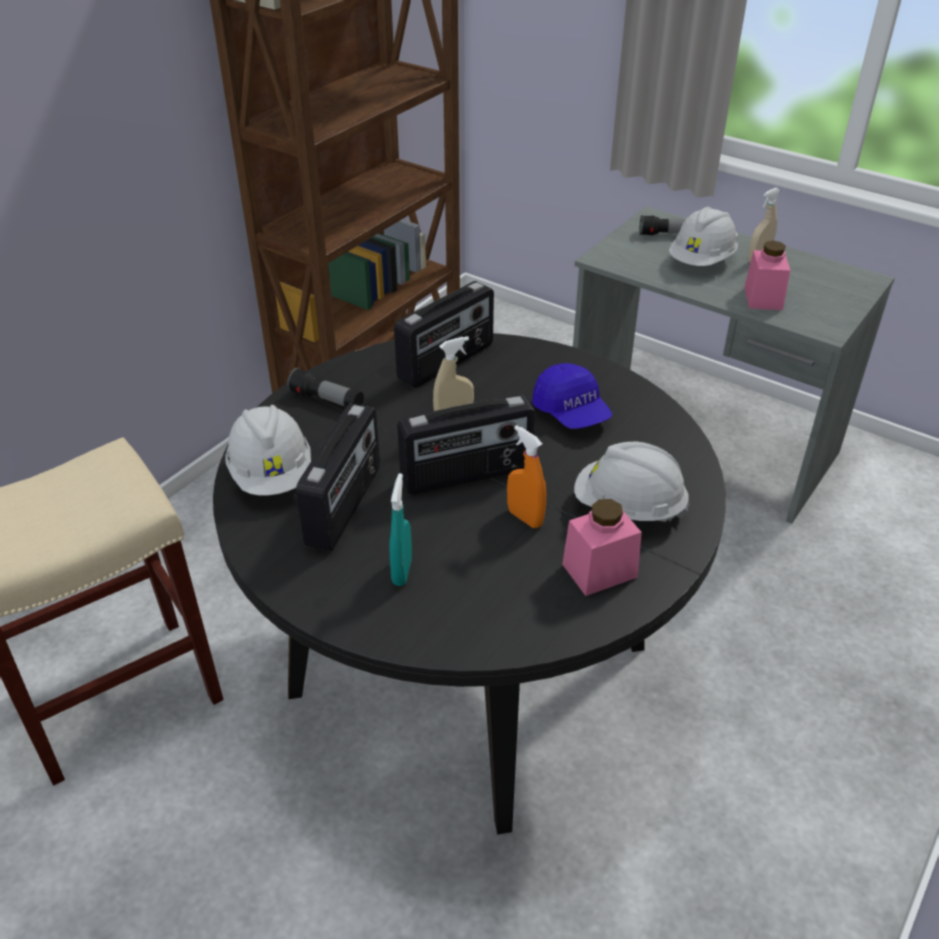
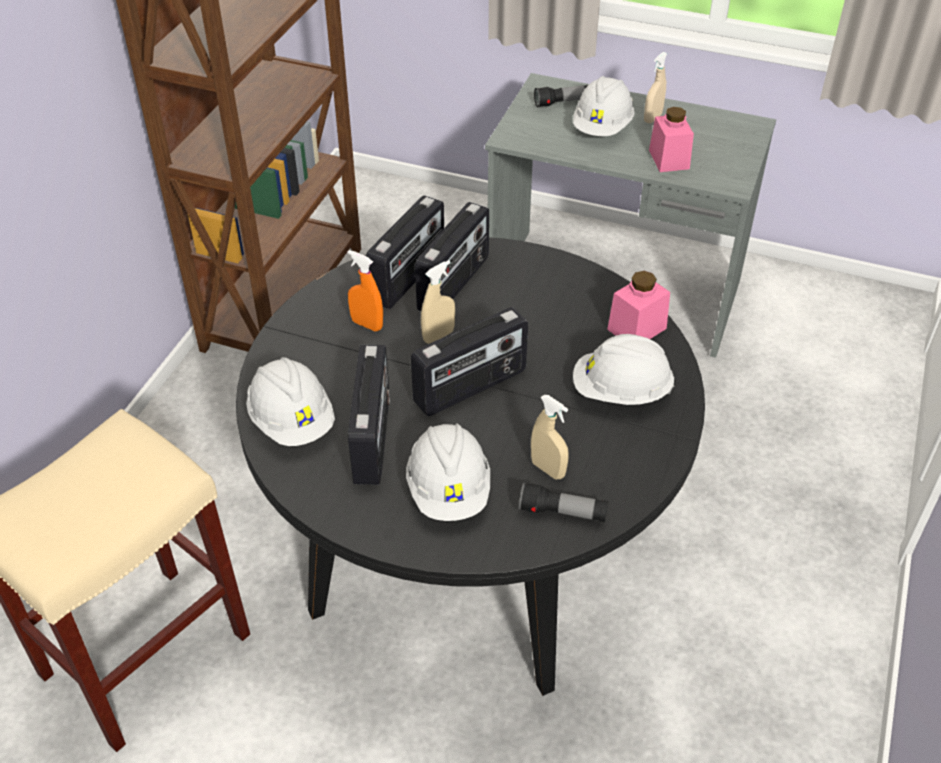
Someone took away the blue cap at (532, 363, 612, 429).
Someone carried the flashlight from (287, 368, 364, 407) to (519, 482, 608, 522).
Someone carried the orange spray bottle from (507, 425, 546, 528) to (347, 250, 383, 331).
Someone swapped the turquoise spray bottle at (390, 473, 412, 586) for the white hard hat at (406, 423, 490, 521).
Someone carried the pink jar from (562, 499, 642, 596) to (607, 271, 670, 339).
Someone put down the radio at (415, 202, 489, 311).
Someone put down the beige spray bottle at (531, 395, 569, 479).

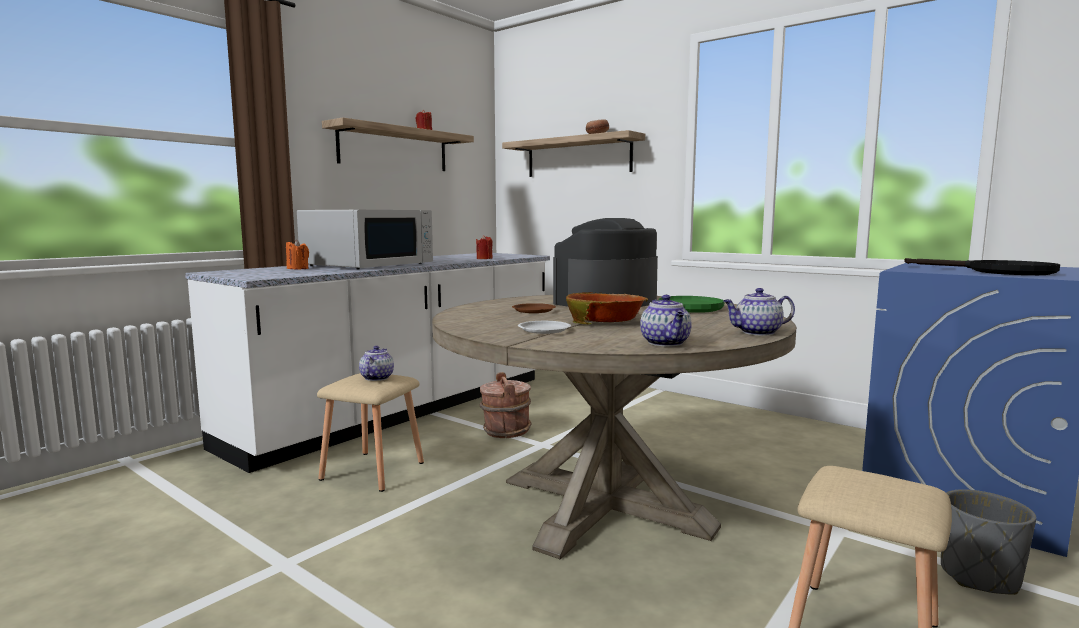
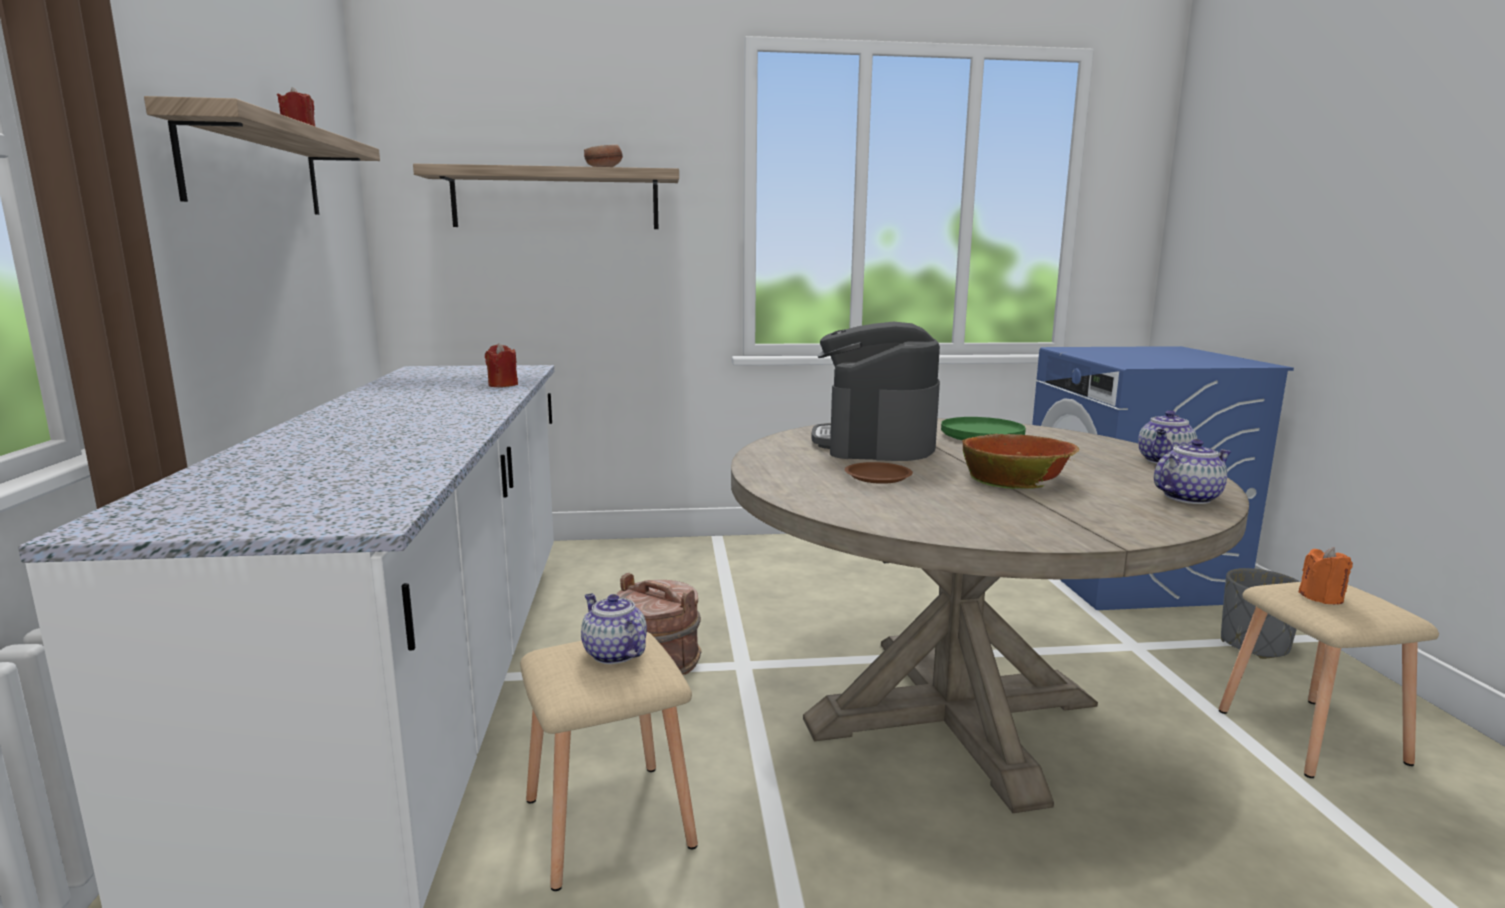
Someone took away the white microwave at (297, 210, 433, 269).
Someone carried the orange candle from (286, 240, 309, 269) to (1299, 547, 1353, 604).
Someone took away the black frying pan at (904, 258, 1060, 275).
Someone rotated the teapot at (640, 295, 692, 347) by 60 degrees counterclockwise.
Someone took away the white plate at (518, 321, 571, 334).

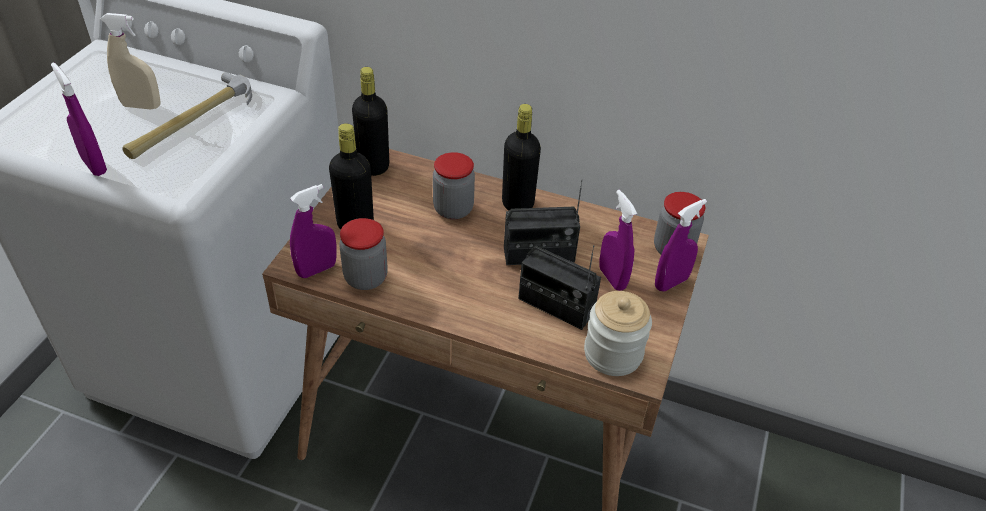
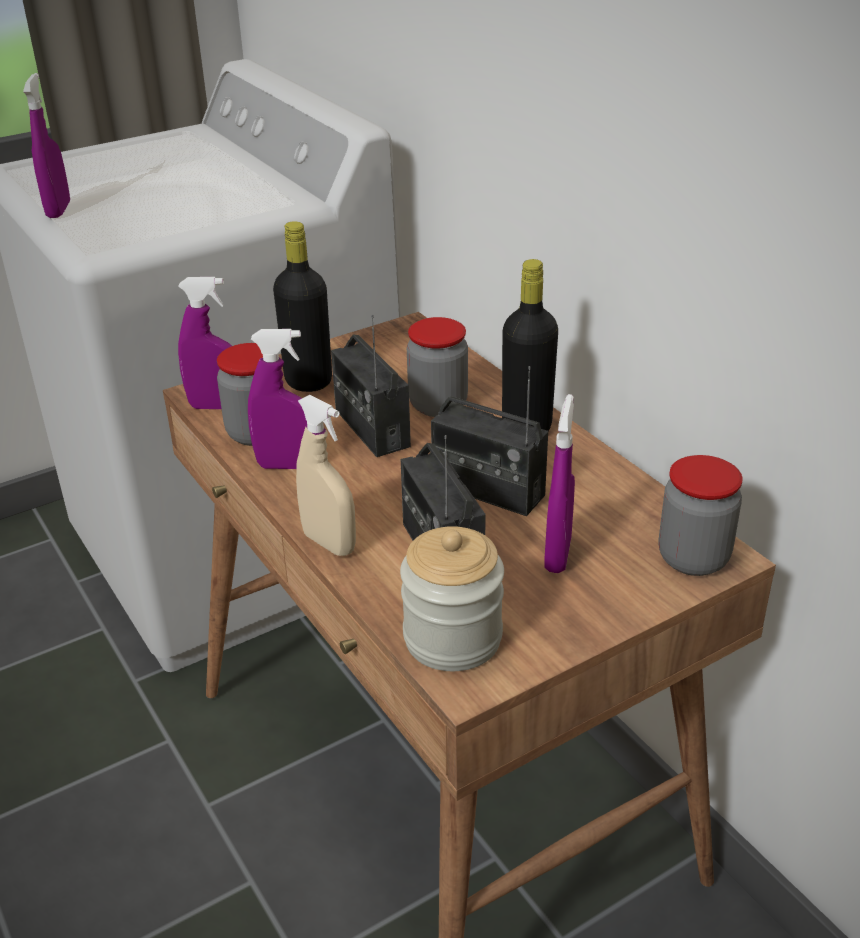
Someone carried the beige spray bottle from (100, 13, 161, 110) to (296, 395, 356, 556).
Someone took away the black bottle at (352, 67, 389, 176).
Someone took away the hammer at (122, 72, 252, 159).
Someone carried the purple spray bottle from (655, 199, 707, 291) to (248, 329, 307, 469).
Someone put down the radio at (331, 315, 411, 457).

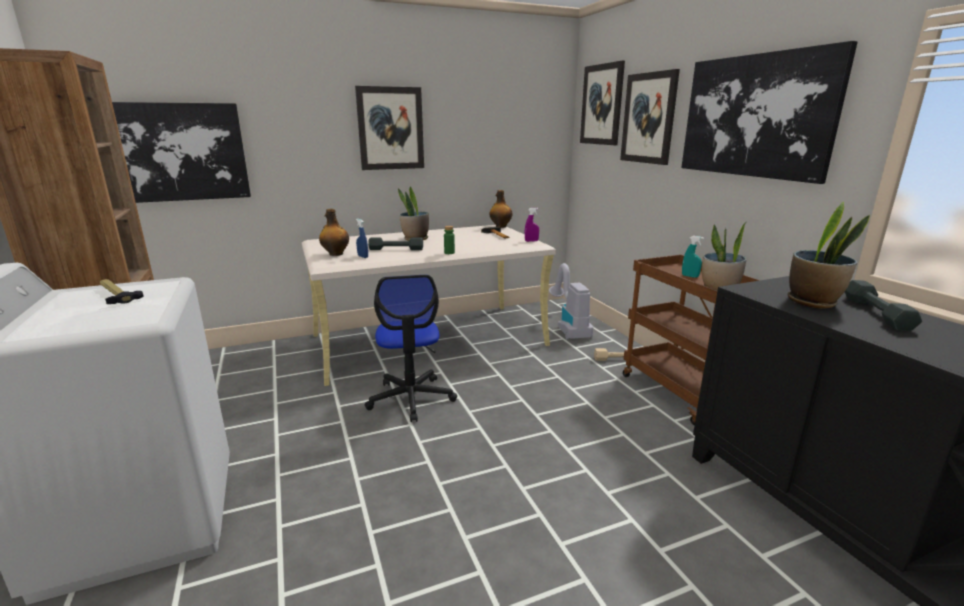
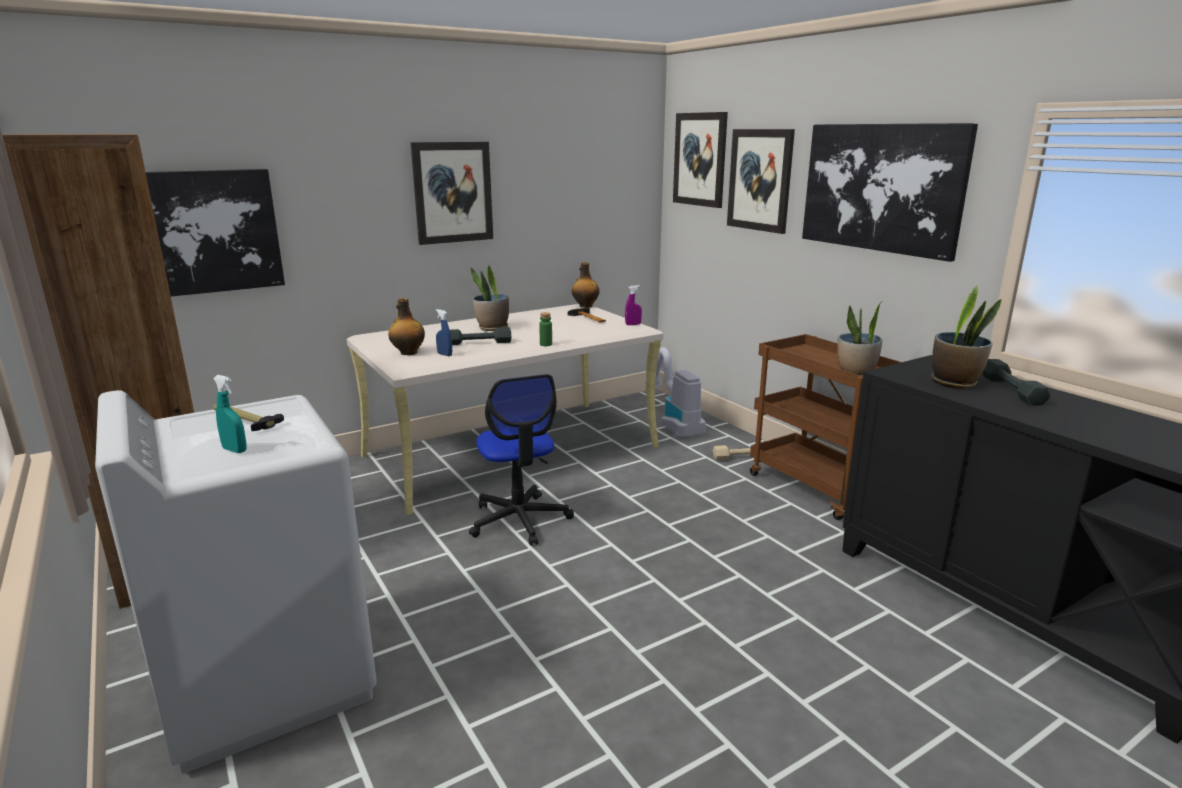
Someone carried the turquoise spray bottle from (682, 236, 703, 278) to (213, 375, 246, 453).

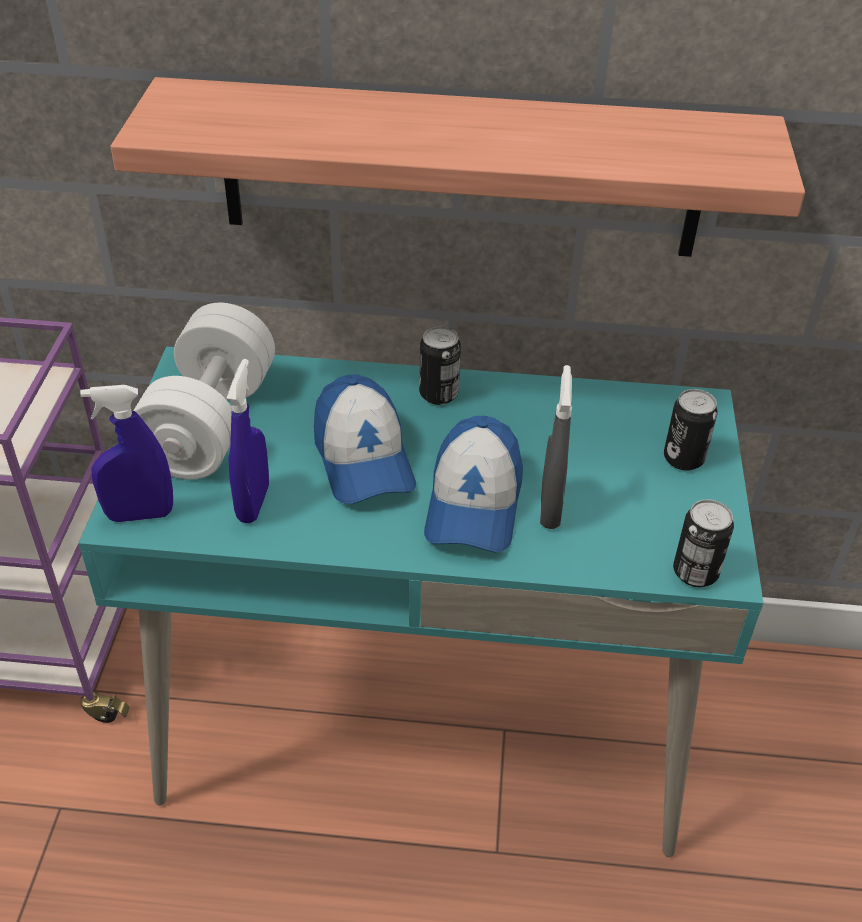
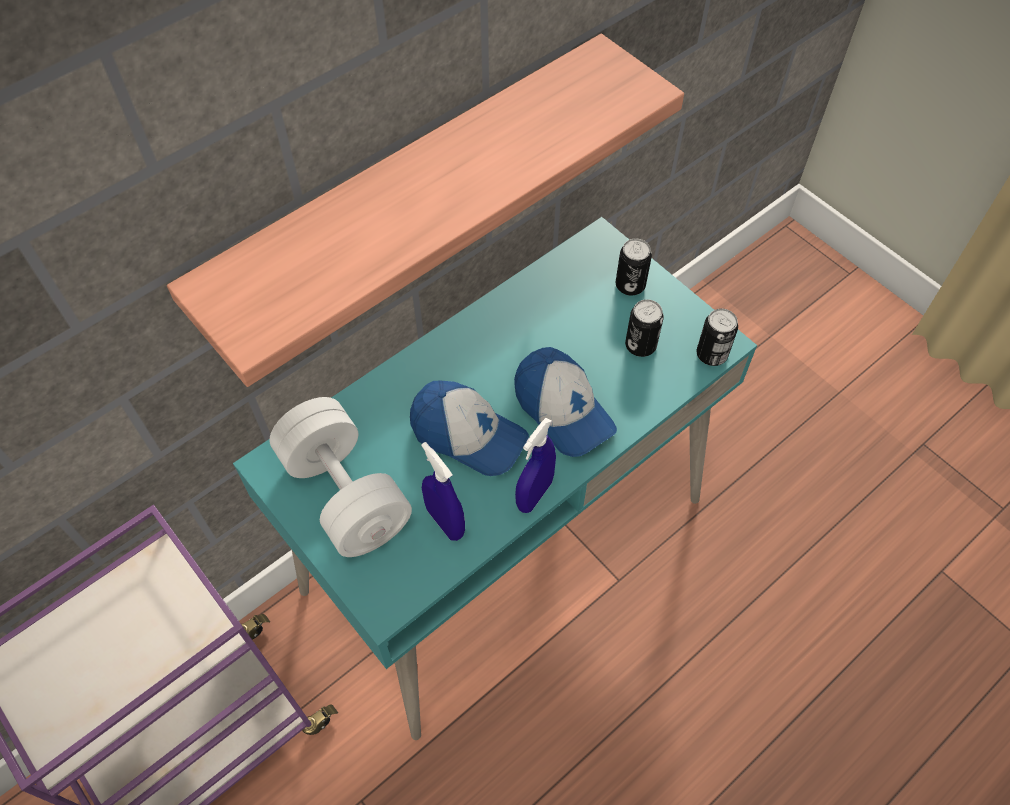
Someone carried the can from (419, 326, 461, 405) to (625, 299, 664, 357).
Someone took away the grey spray bottle at (540, 365, 572, 529).
Someone carried the blue spray bottle from (80, 385, 173, 522) to (515, 418, 556, 513).

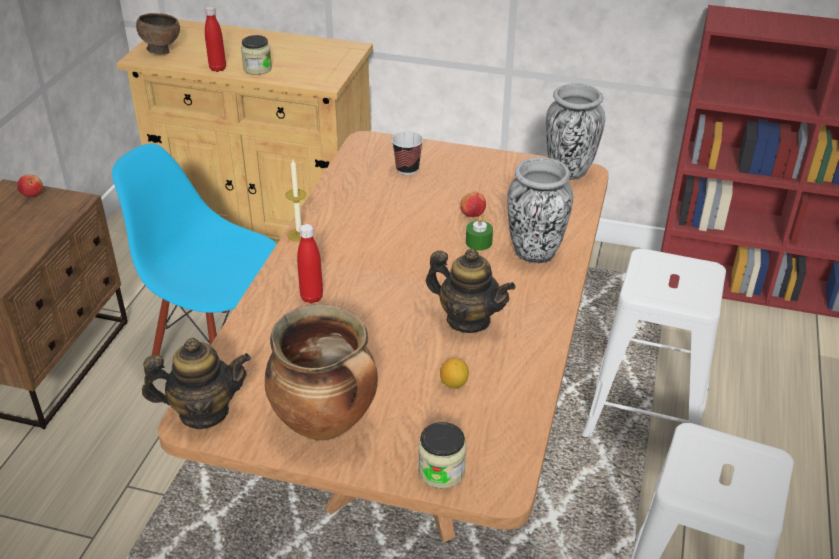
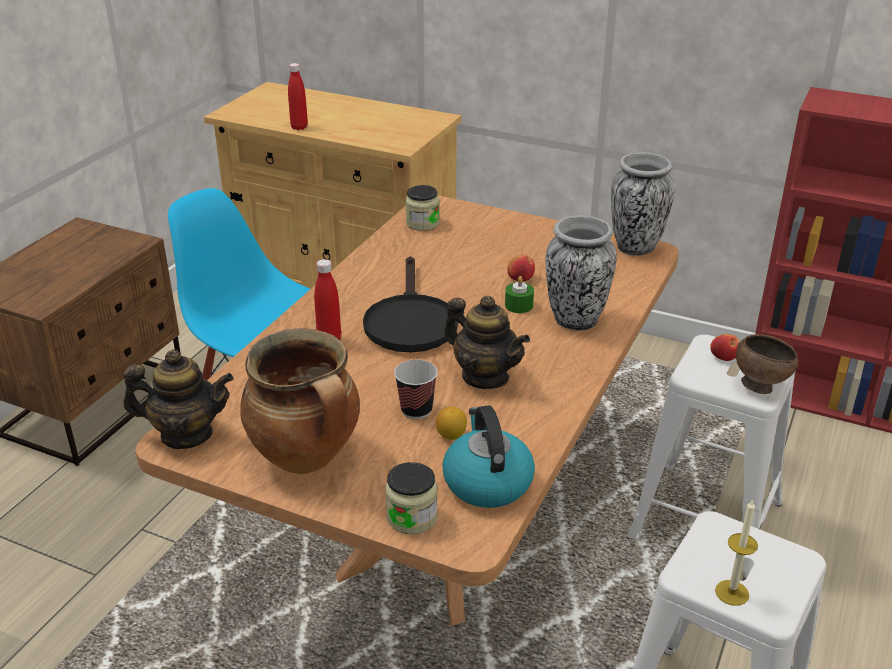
Someone carried the brown bowl from (136, 13, 180, 54) to (736, 334, 798, 394).
Someone carried the jar from (241, 35, 272, 75) to (405, 185, 439, 231).
Someone carried the cup from (392, 131, 423, 175) to (394, 360, 438, 419).
Someone carried the candle from (286, 160, 306, 242) to (715, 499, 758, 606).
Someone carried the apple from (17, 174, 43, 197) to (710, 334, 740, 361).
Someone put down the black frying pan at (363, 256, 458, 352).
Someone put down the kettle at (442, 406, 535, 508).

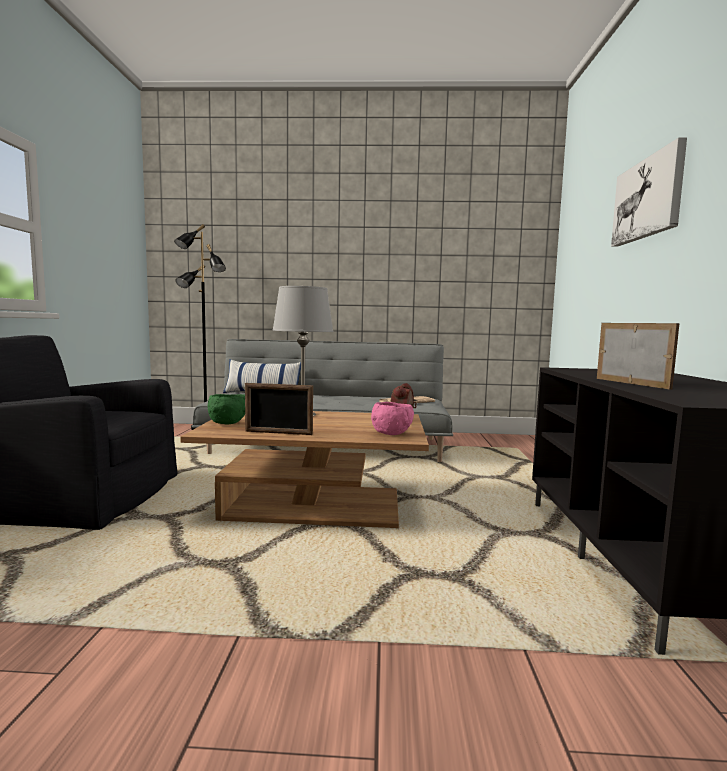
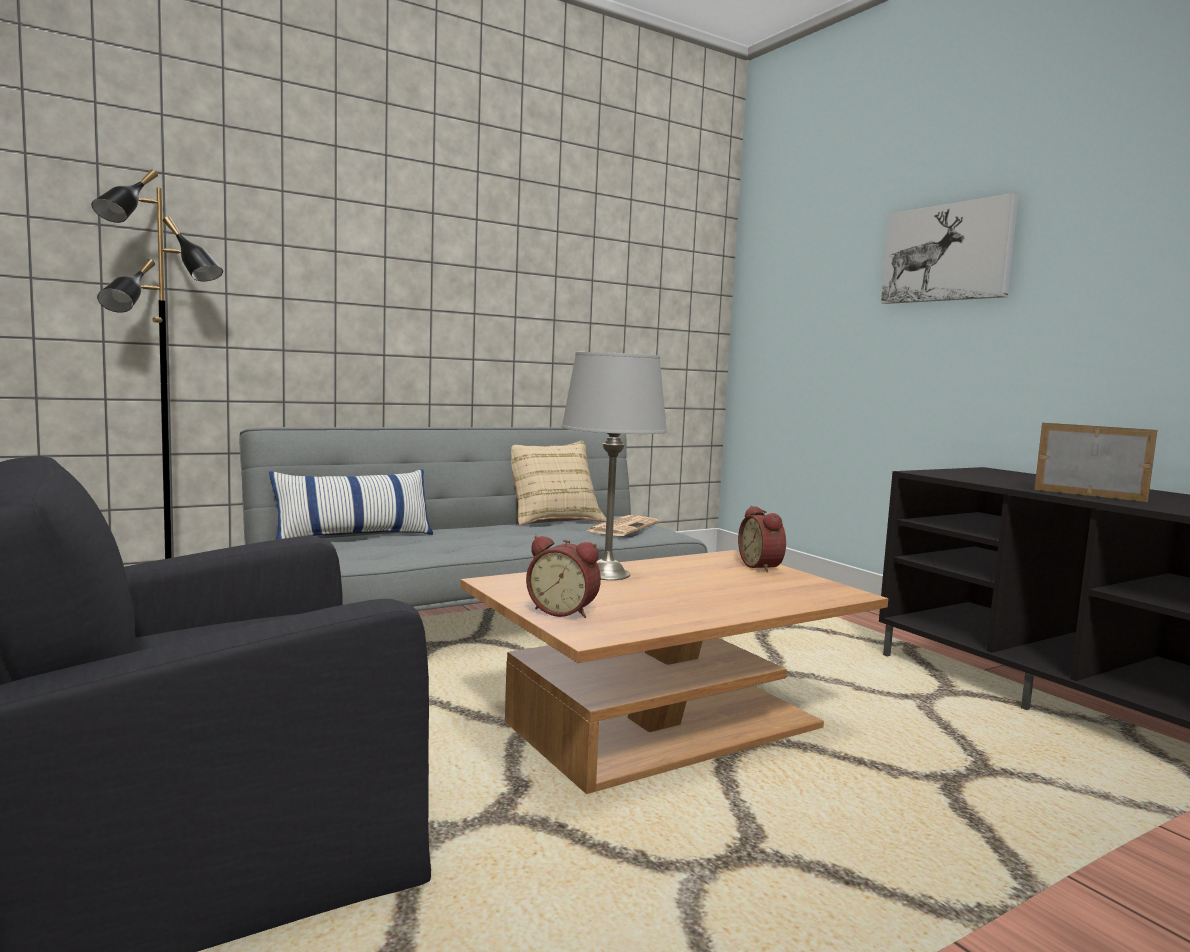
Someone took away the picture frame at (245, 383, 313, 435).
Someone swapped the green bowl at (208, 394, 245, 424) for the alarm clock at (526, 536, 601, 618).
Someone took away the pink bowl at (371, 402, 414, 435).
Someone put down the beige pillow at (511, 441, 606, 526).

